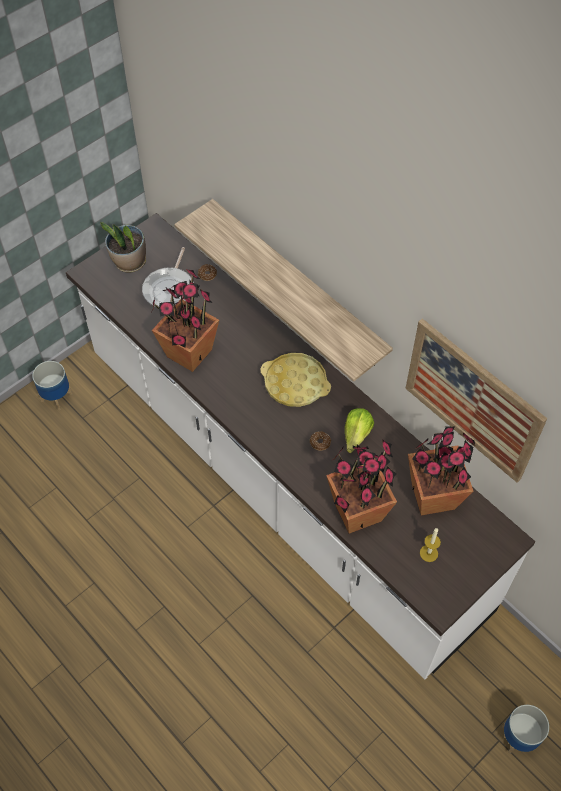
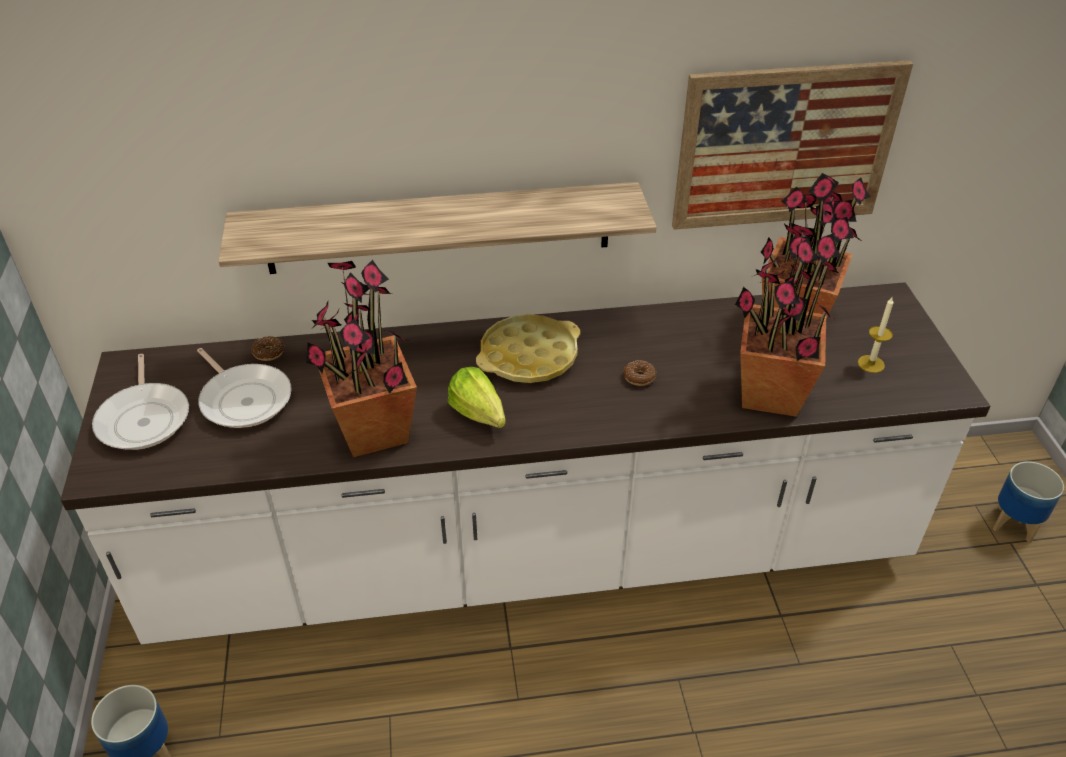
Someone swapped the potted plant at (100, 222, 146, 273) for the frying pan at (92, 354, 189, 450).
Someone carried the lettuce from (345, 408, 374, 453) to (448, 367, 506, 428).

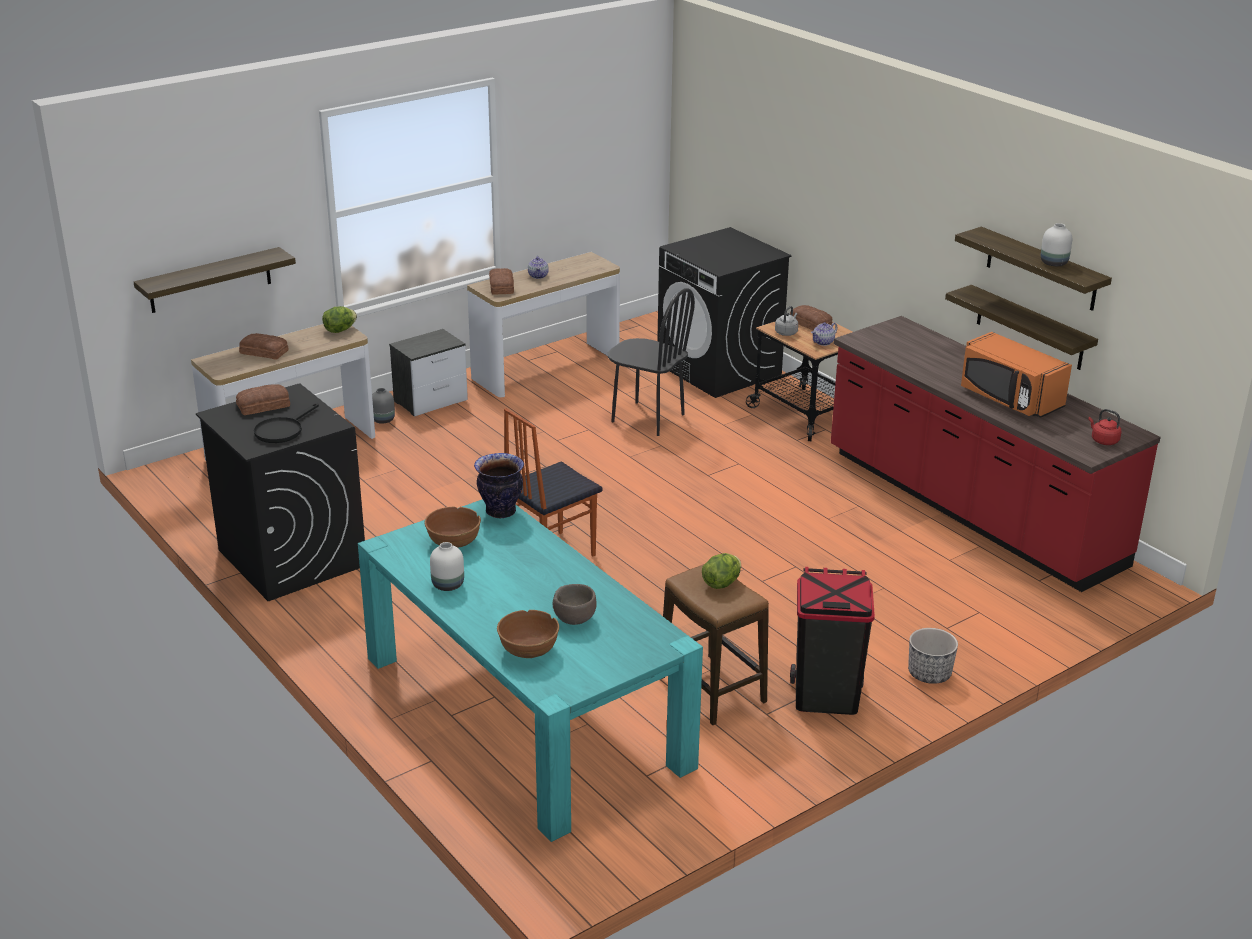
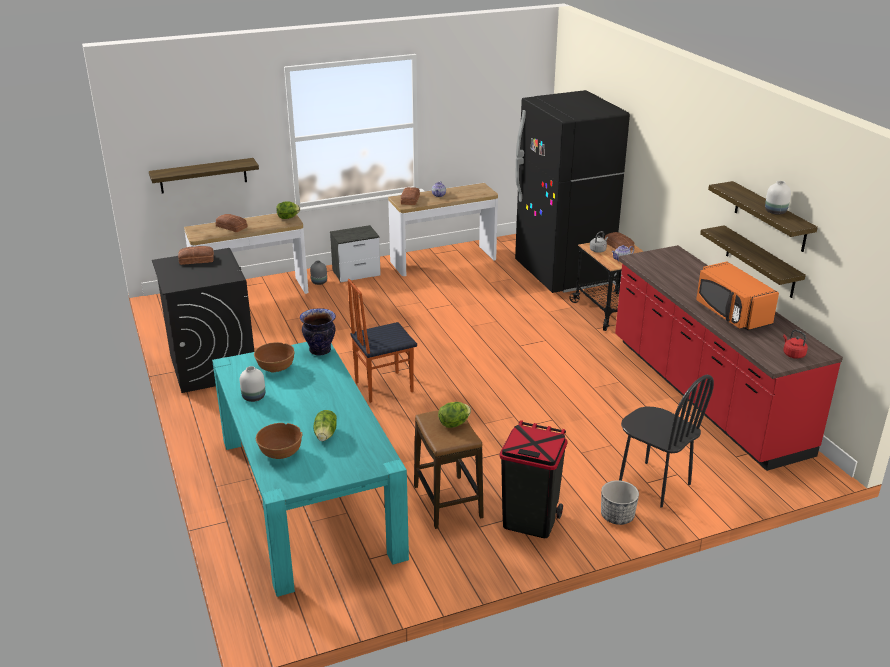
Someone swapped the black washing machine at (657, 227, 792, 398) for the black fridge at (515, 90, 630, 293).
Someone carried the black chair from (608, 288, 695, 436) to (619, 375, 714, 508).
Someone took away the black frying pan at (254, 403, 319, 443).
Someone swapped the brown bowl at (553, 584, 597, 625) for the lettuce at (314, 410, 337, 441).

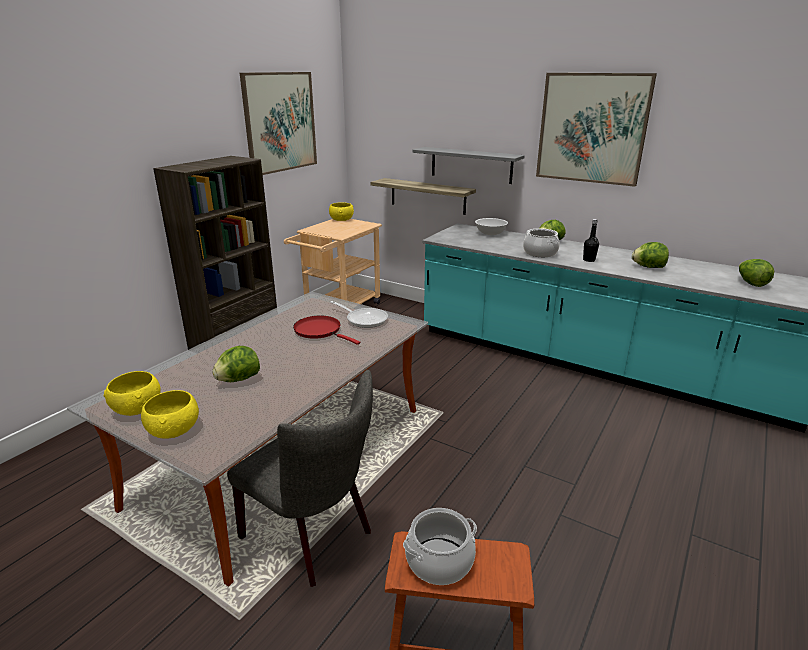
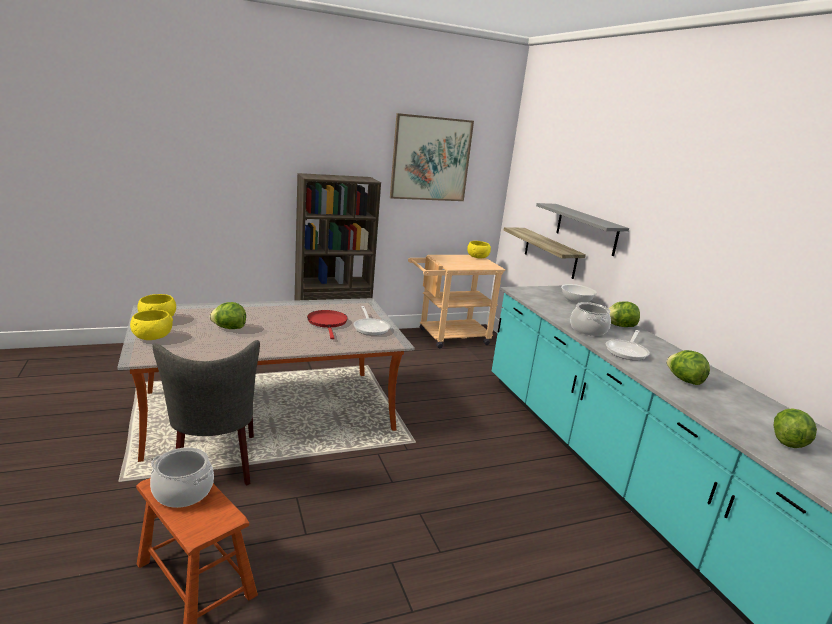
Someone took away the picture at (536, 73, 657, 187).
Someone swapped the black bottle at (583, 219, 599, 262) for the frying pan at (606, 330, 650, 361).

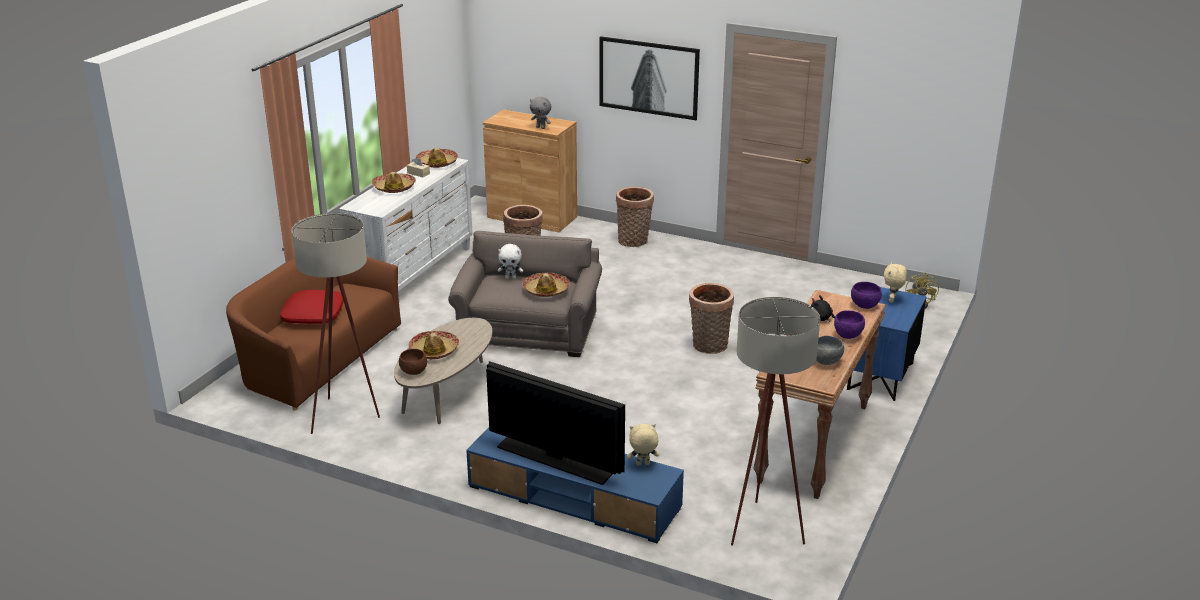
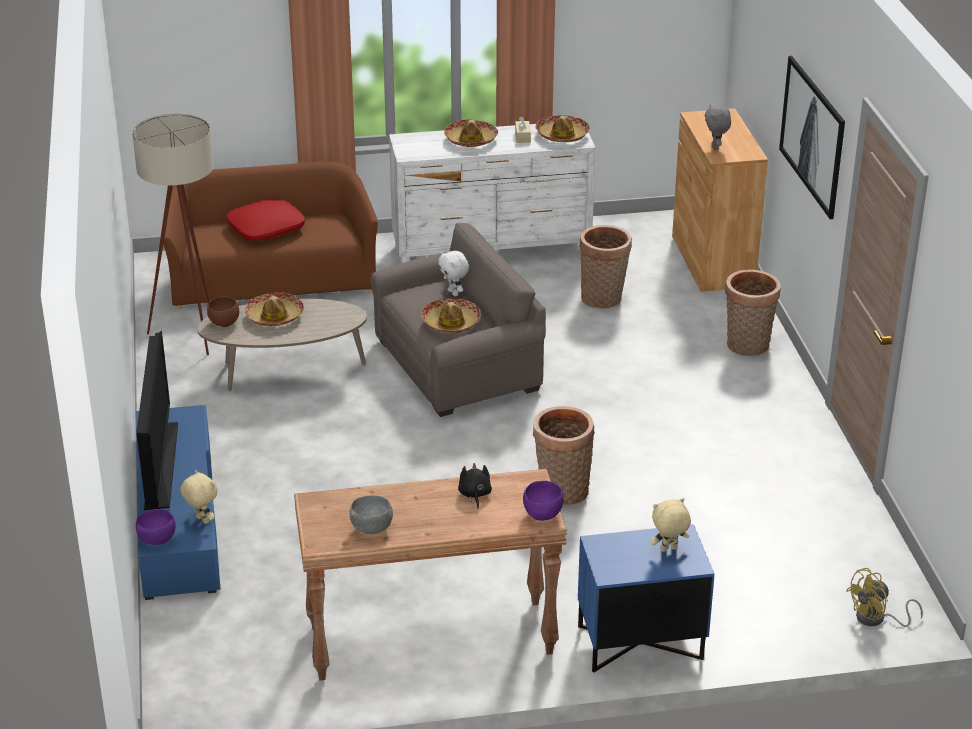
Someone took away the beige floor lamp at (731, 297, 820, 546).
Someone carried the purple bowl from (834, 311, 865, 339) to (136, 509, 176, 545).

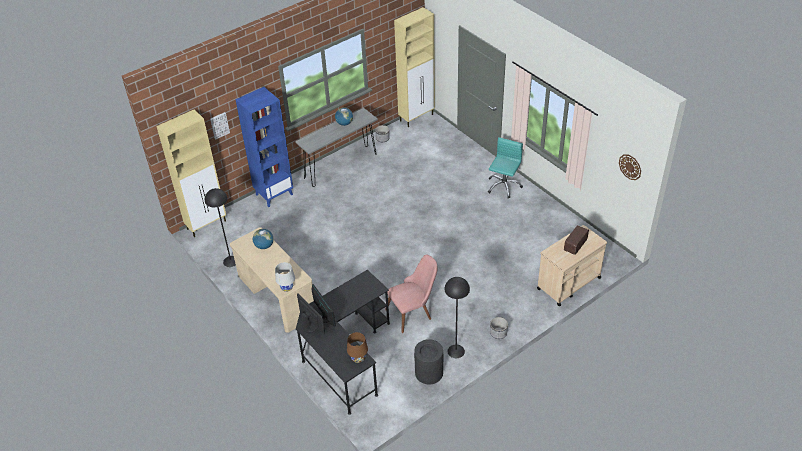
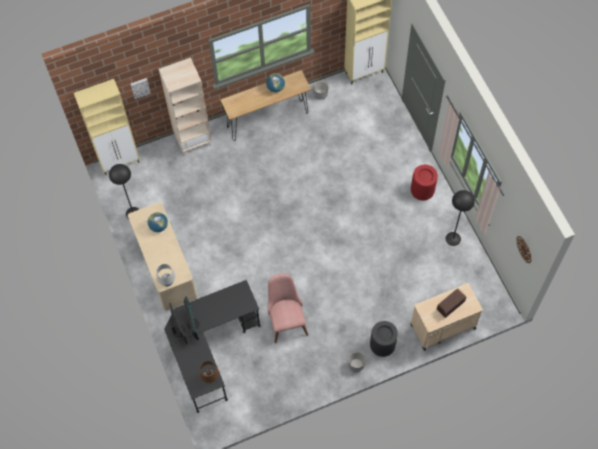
Someone repainted the blue bookcase at (235, 87, 293, 207), which became the beige bookcase at (159, 57, 212, 156).
Someone repainted the grey console table at (295, 108, 378, 187), which became the brown console table at (220, 70, 311, 141).
Someone swapped the turquoise office chair at (488, 137, 523, 199) for the red trash can at (411, 165, 438, 200).
Someone rotated the pink chair at (385, 254, 438, 333) by 90 degrees counterclockwise.
Someone carried the black floor lamp from (445, 277, 470, 358) to (445, 190, 475, 246).
Someone carried the black trash can from (414, 339, 444, 384) to (370, 321, 398, 357).

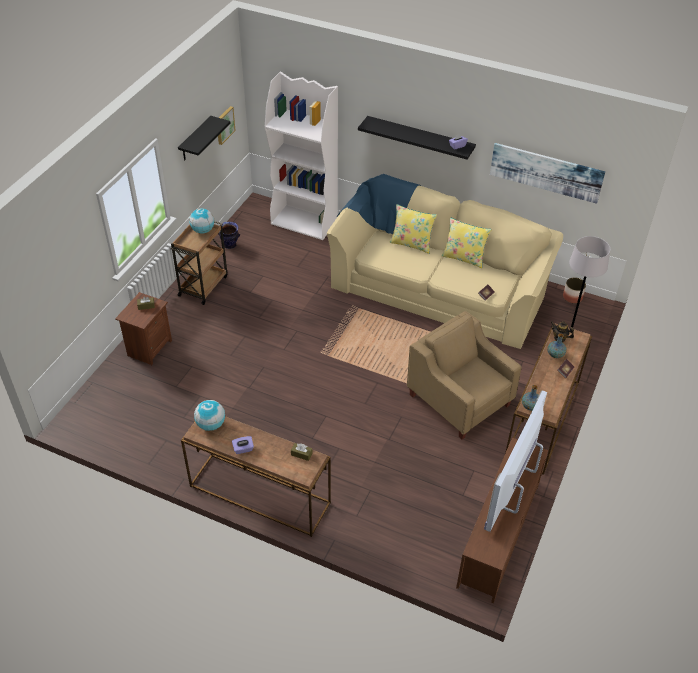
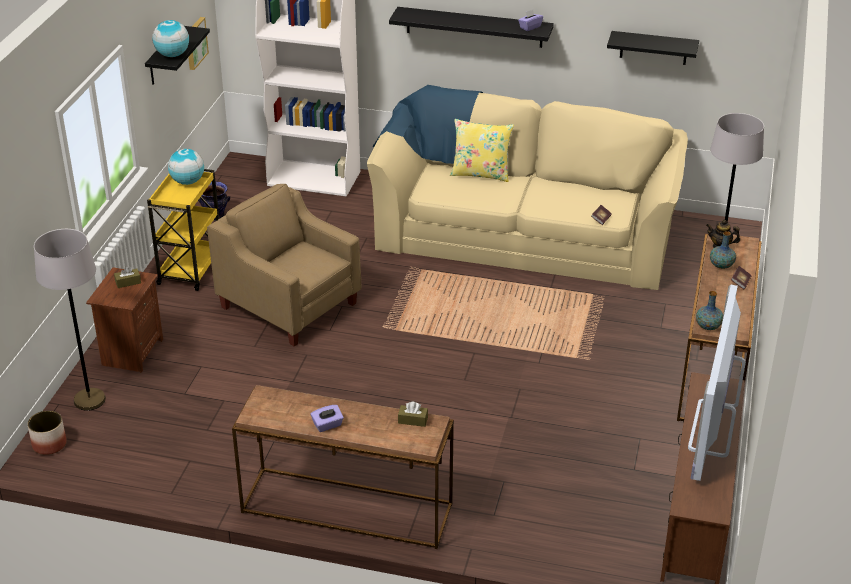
Someone swapped the picture at (490, 143, 605, 204) for the black shelf at (607, 31, 699, 65).
Someone took away the yellow pillow at (441, 217, 492, 268).
Someone repainted the brown cart at (171, 221, 227, 305), which became the yellow cart at (147, 169, 219, 291).
Someone carried the planter from (563, 277, 586, 303) to (27, 411, 67, 455).
Someone carried the beige armchair from (407, 311, 522, 440) to (207, 184, 362, 346).
Someone carried the globe from (194, 400, 225, 431) to (152, 20, 189, 57).
Someone put down the grey floor lamp at (34, 229, 106, 411).

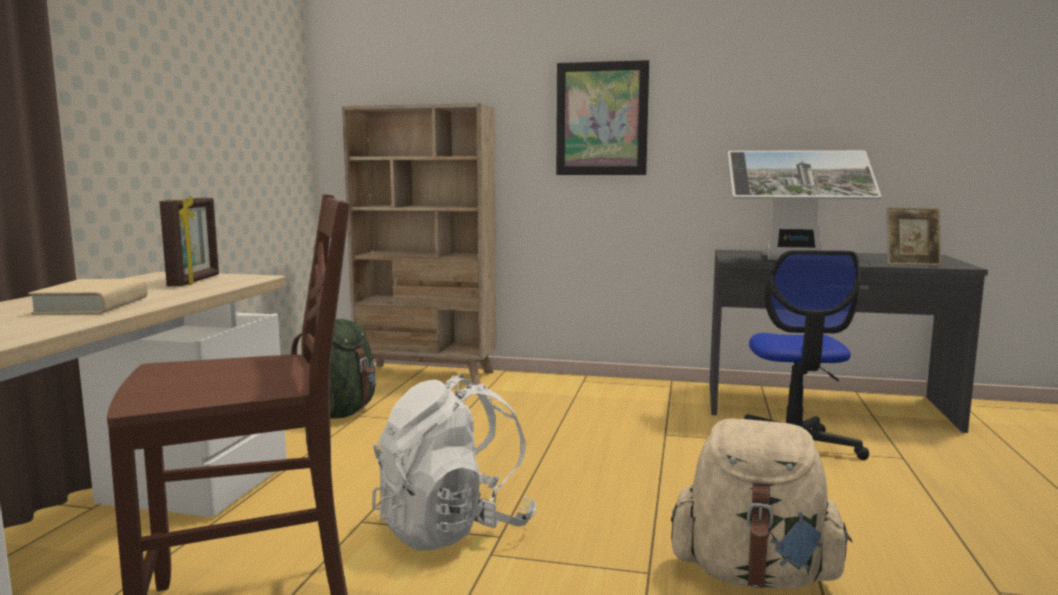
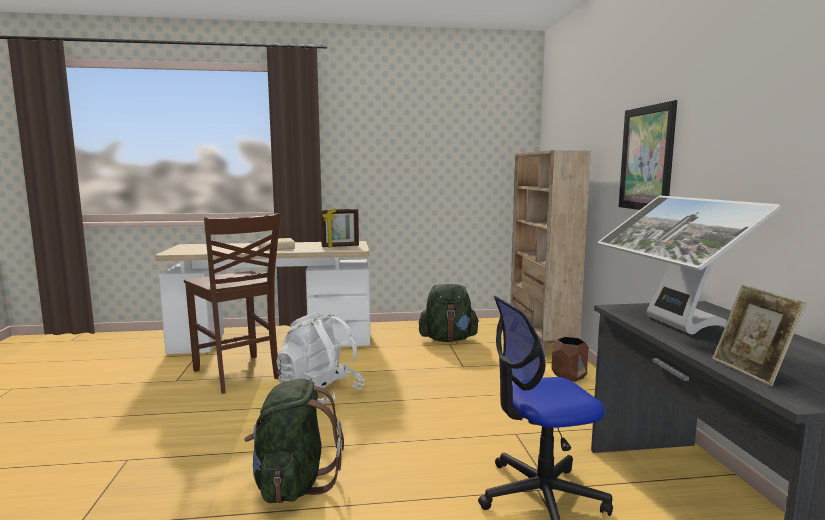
Someone repainted the beige backpack at (671, 419, 852, 589), which became the green backpack at (244, 379, 344, 503).
Someone put down the brown planter at (552, 337, 589, 382).

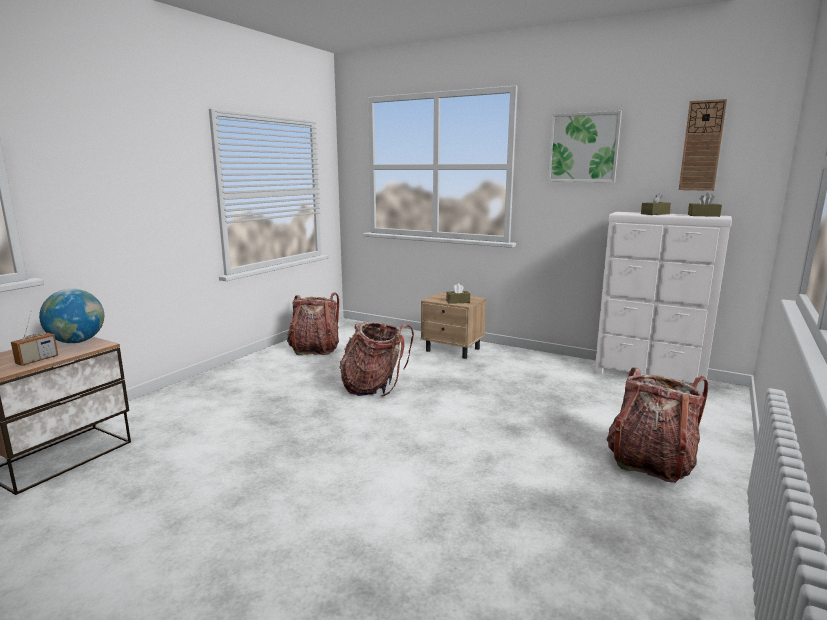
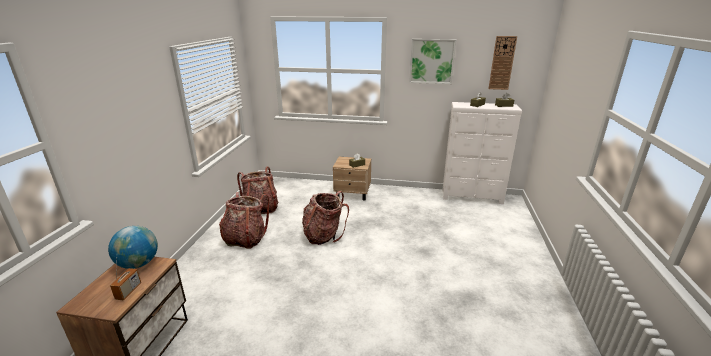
Someone carried the backpack from (607, 368, 708, 483) to (219, 192, 270, 249).

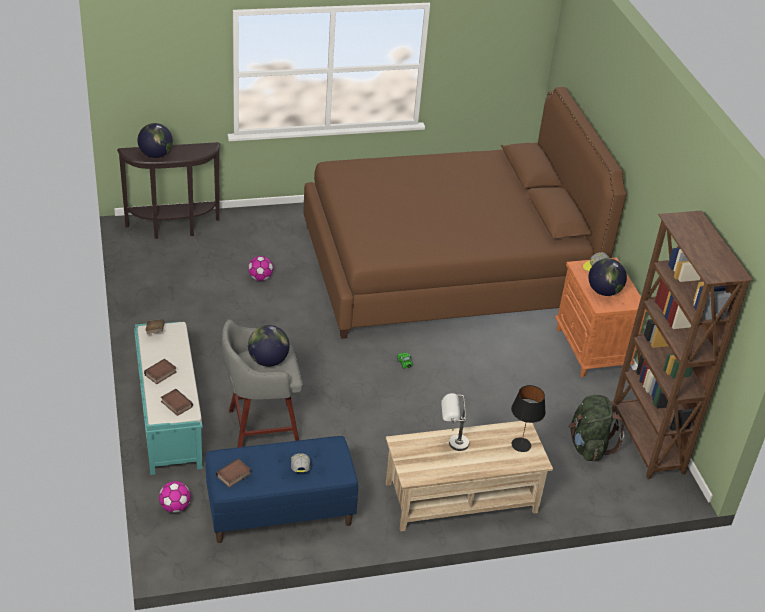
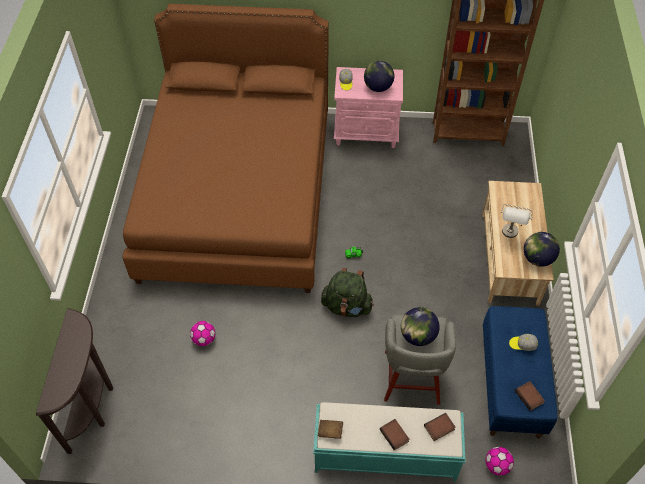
Someone carried the globe from (138, 123, 173, 158) to (524, 232, 560, 267).
Someone repainted the orange nightstand at (555, 257, 647, 377), which became the pink nightstand at (334, 67, 403, 148).
Someone took away the black table lamp at (511, 385, 546, 452).
Someone carried the green backpack from (569, 395, 624, 461) to (321, 268, 374, 317).

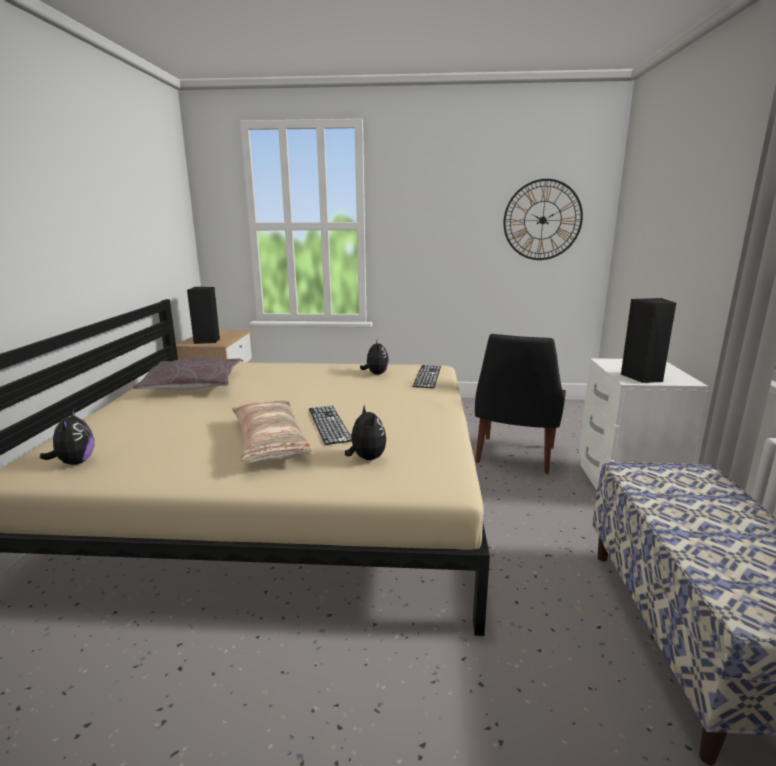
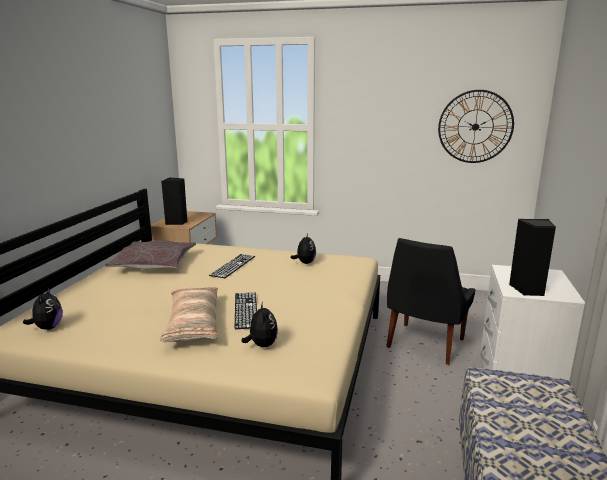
Someone carried the keyboard from (412, 365, 441, 388) to (209, 254, 255, 278).

